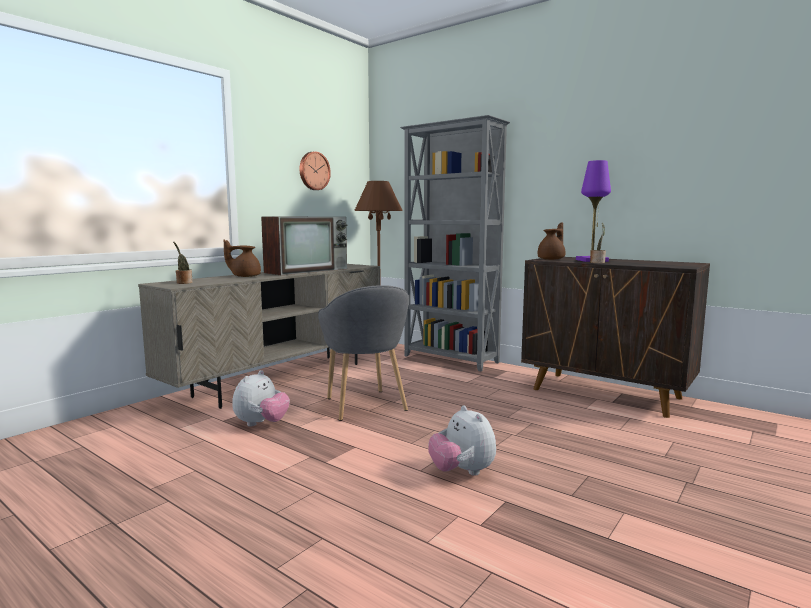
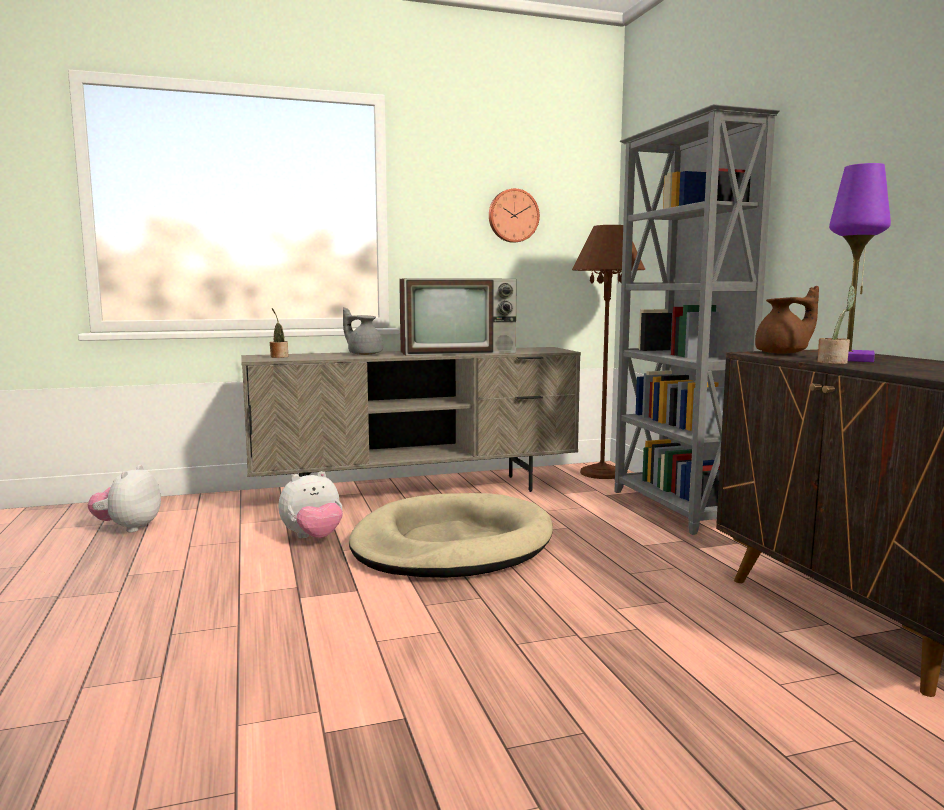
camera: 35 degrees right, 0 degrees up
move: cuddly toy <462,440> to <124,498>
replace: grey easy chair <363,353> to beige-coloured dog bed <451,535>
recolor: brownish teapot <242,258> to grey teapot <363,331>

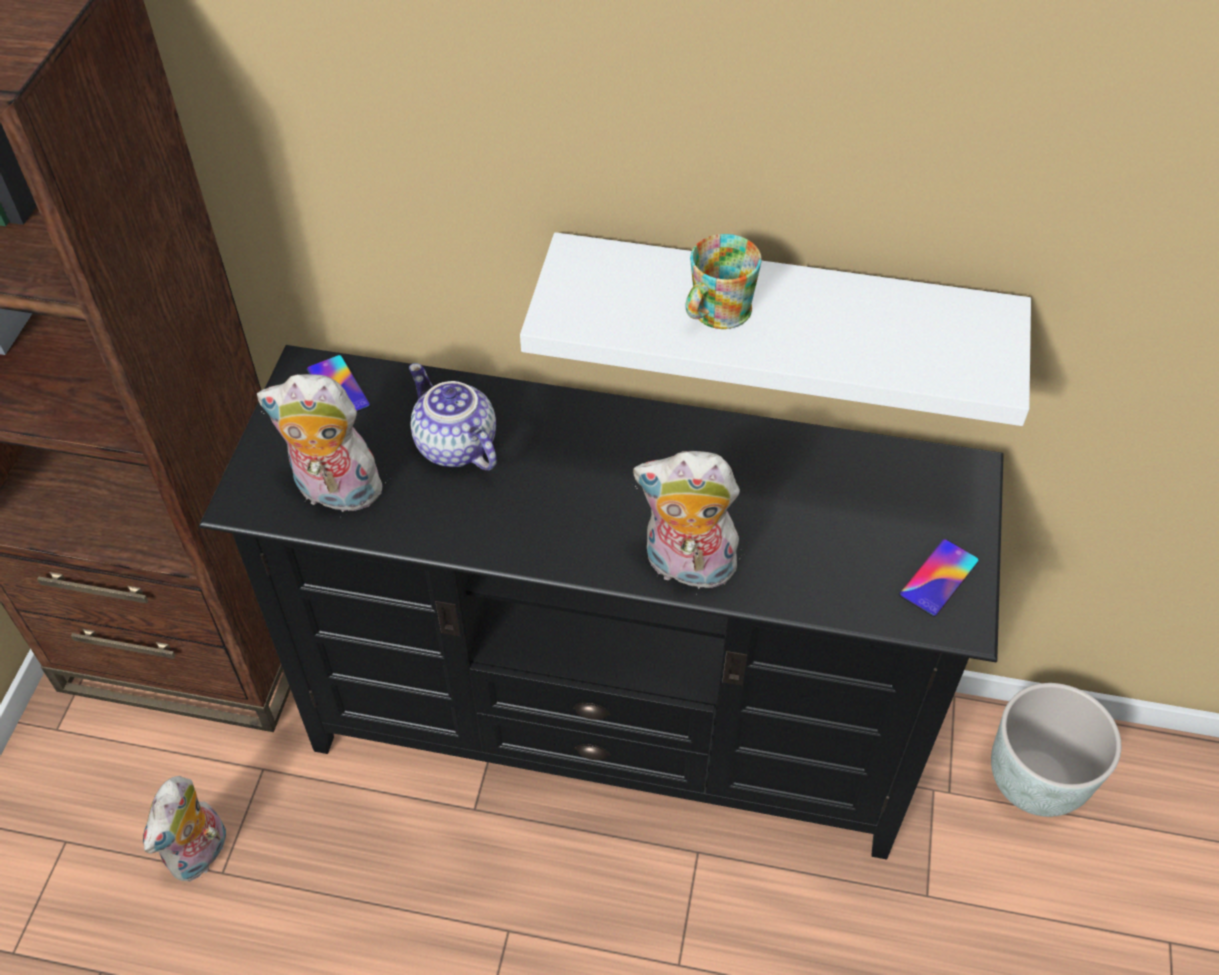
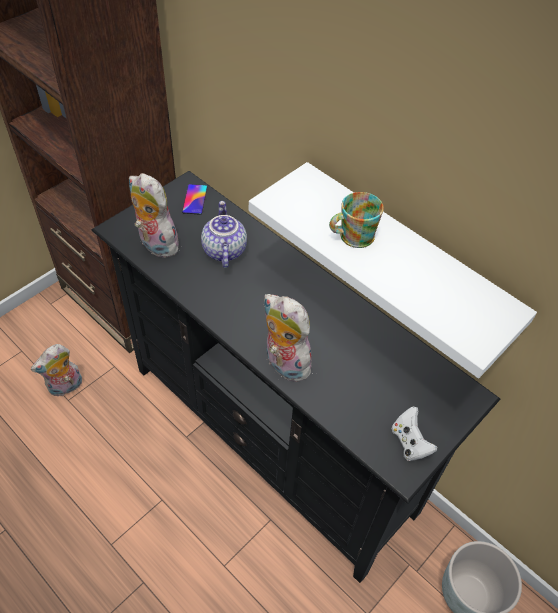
camera: 30 degrees right, 0 degrees up
replace: handset <939,578> to white-coloured gamepad <415,434>

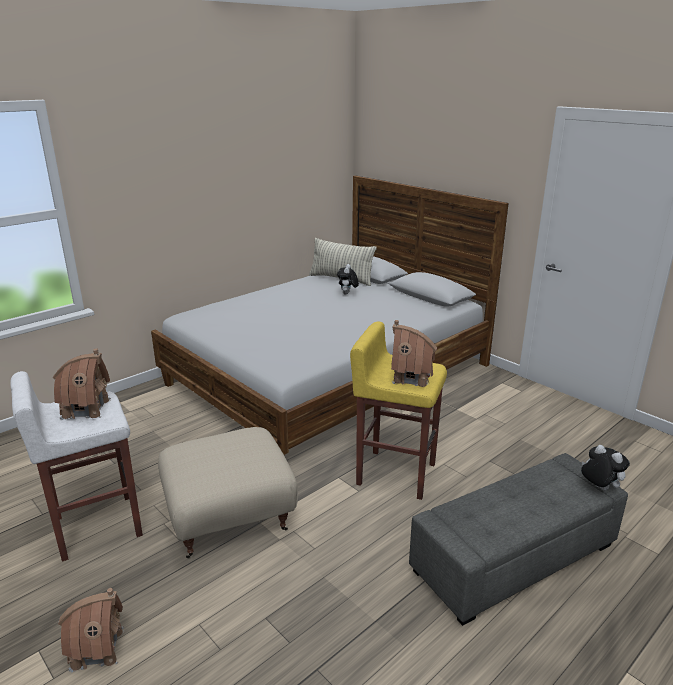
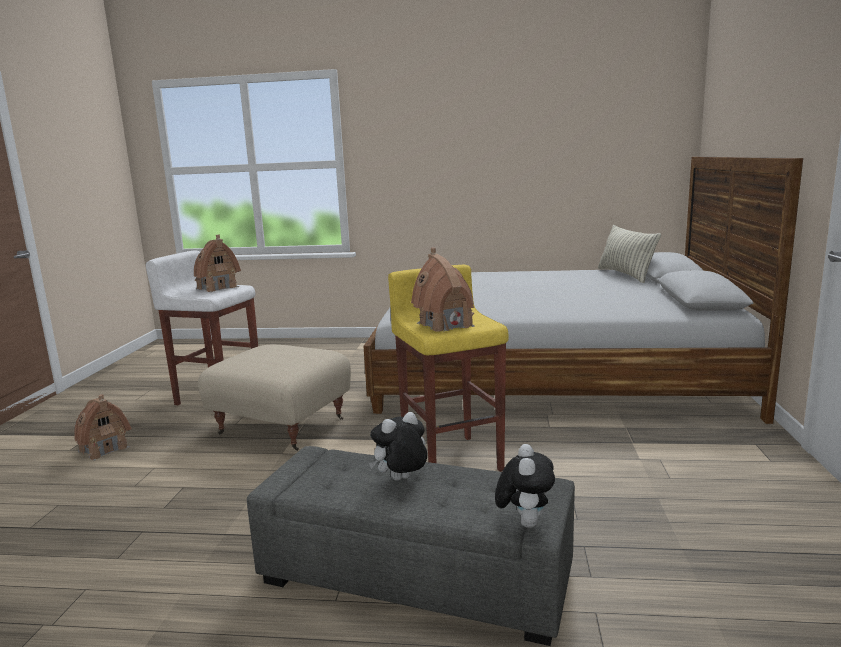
camera: 50 degrees right, 10 degrees down
move: cuddly toy <348,279> to <398,446>

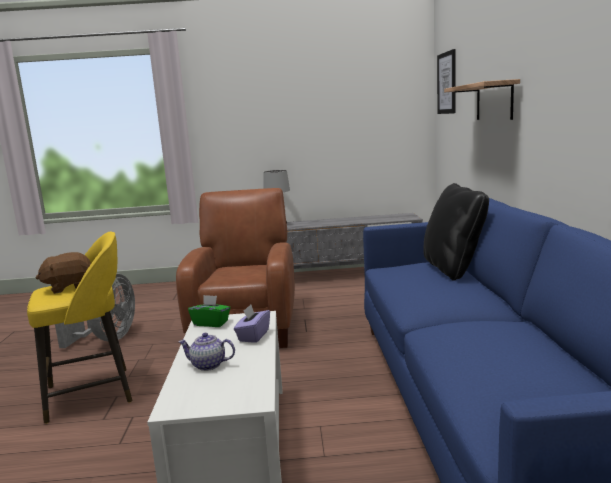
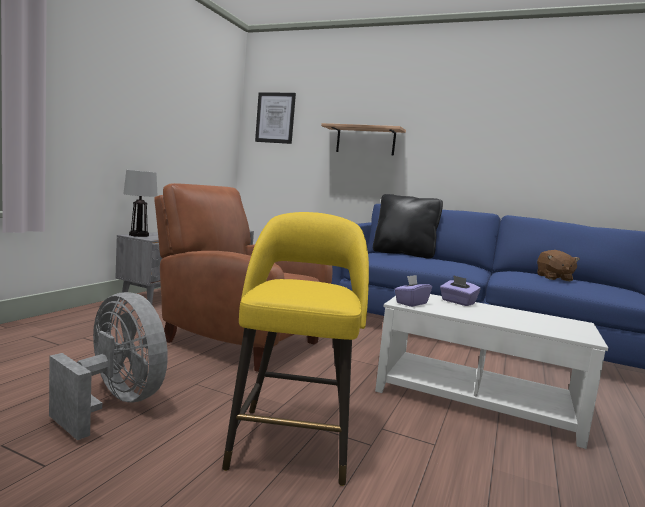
camera: 65 degrees left, 5 degrees down
delete: teapot <206,352>
move: brownish cuddly toy <63,273> to <558,266>
recolor: green-coloured box of tissues <209,311> to purple-coloured box of tissues <413,291>

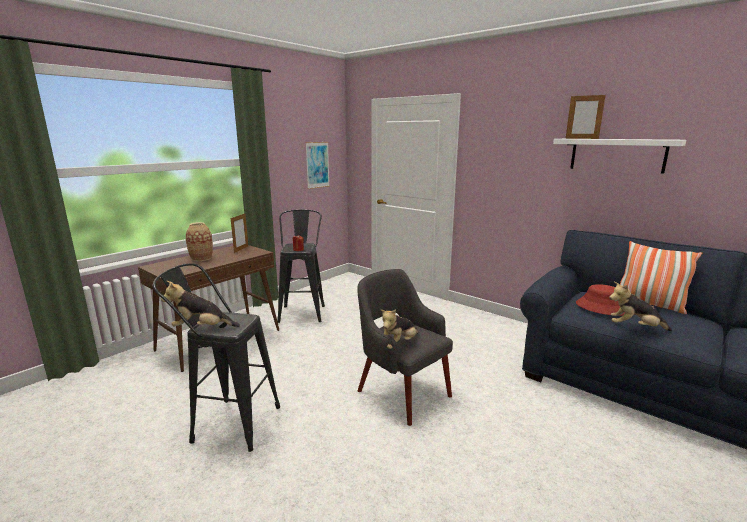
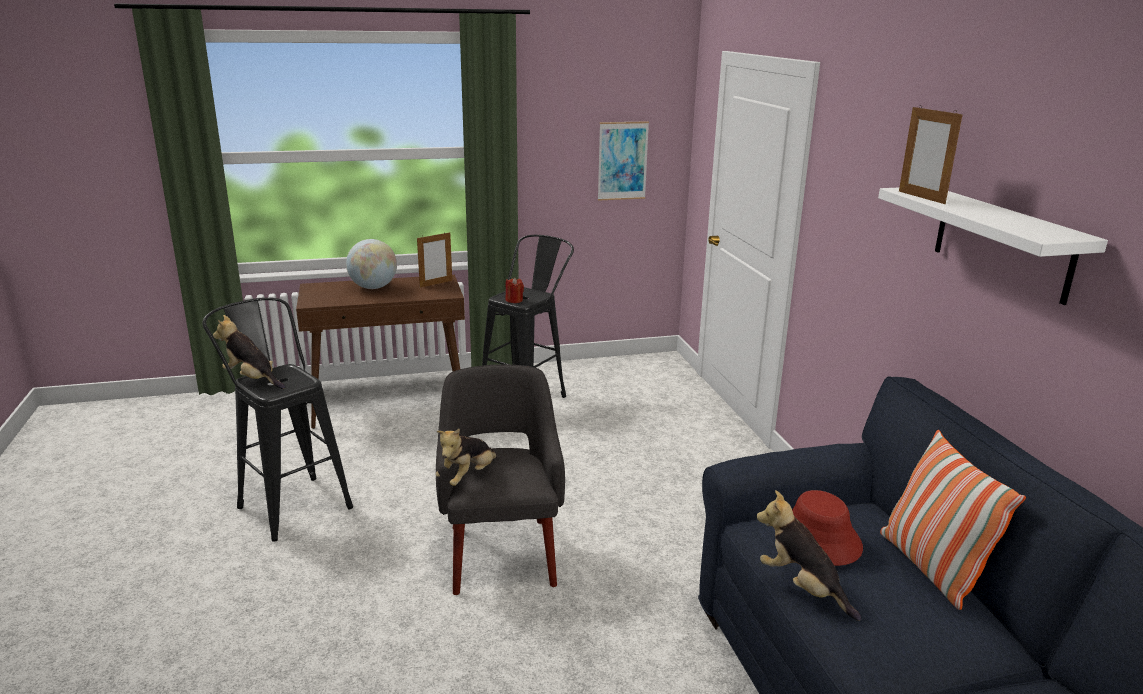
camera: 35 degrees right, 5 degrees up
replace: vase <199,241> to desk globe <371,264>
rotate: cuddly toy <399,329> = <466,457> 45 degrees counterclockwise

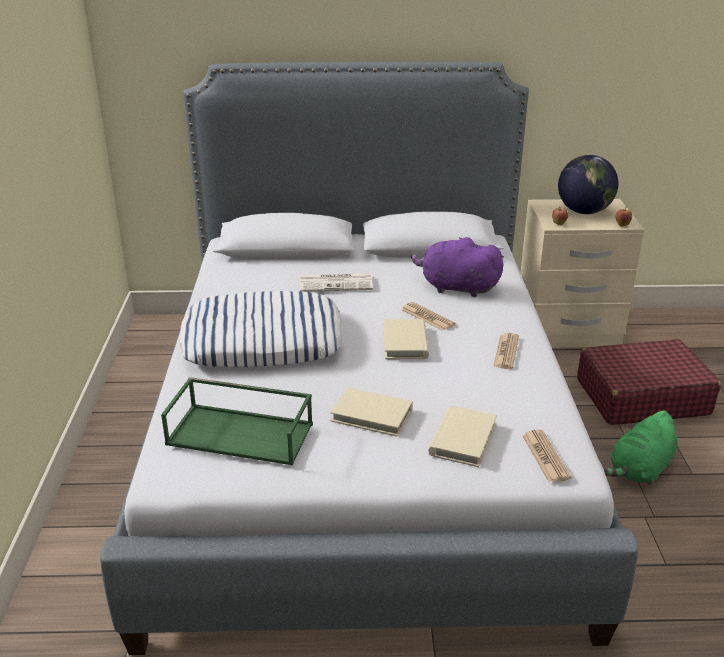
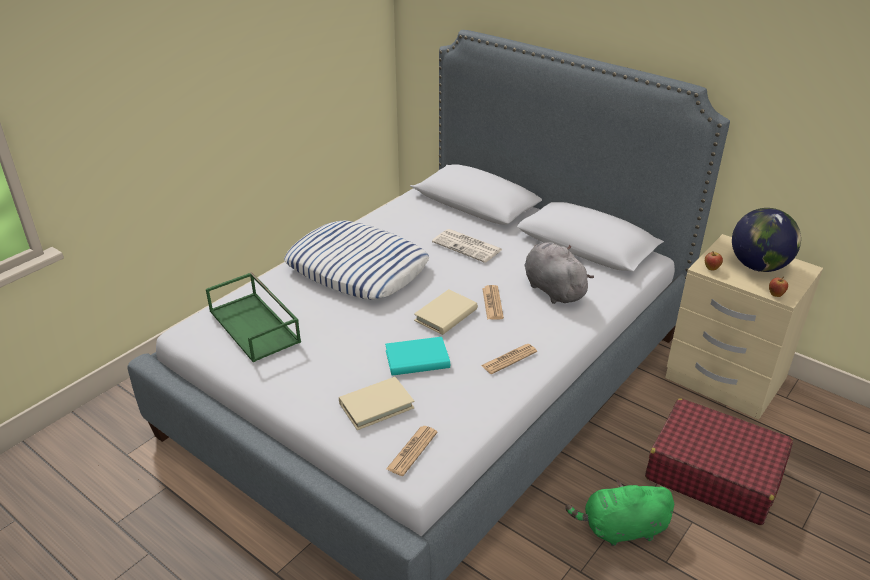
camera: 40 degrees right, 5 degrees up
delete: beige-coloured book <371,412>
insert: turquoise book <417,356>
recolor: purple-coloured cuddly toy <457,267> to grey cuddly toy <559,273>

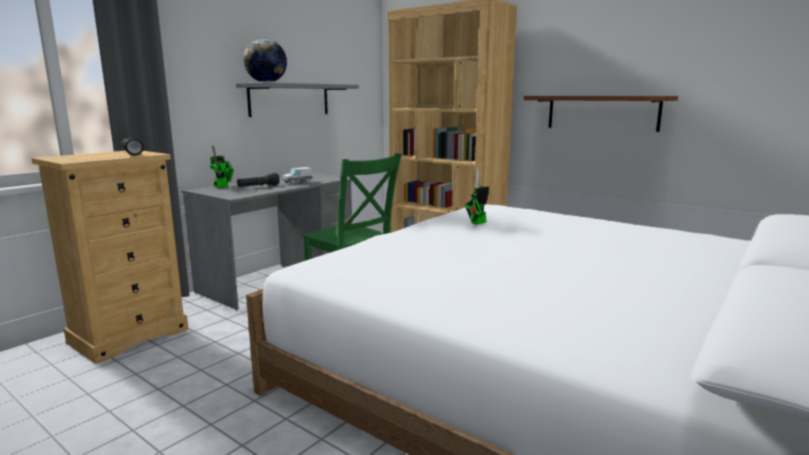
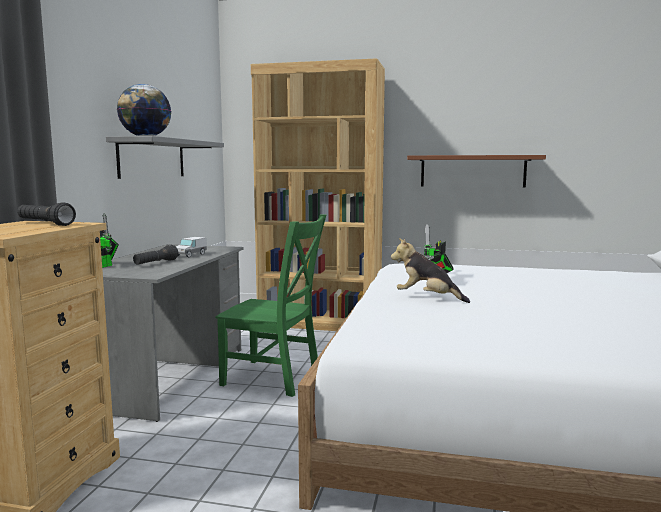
camera: 25 degrees left, 5 degrees down
insert: cuddly toy <430,270>

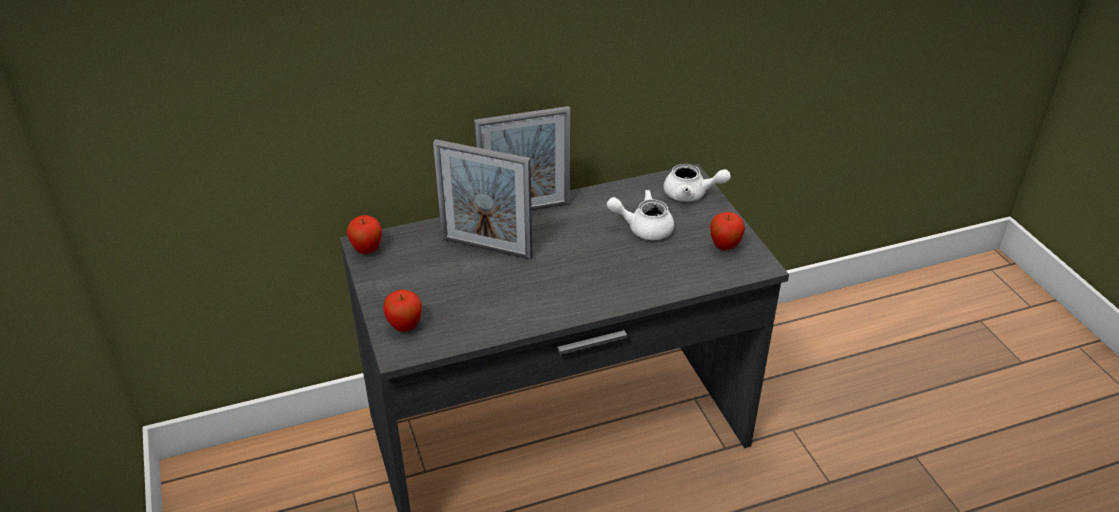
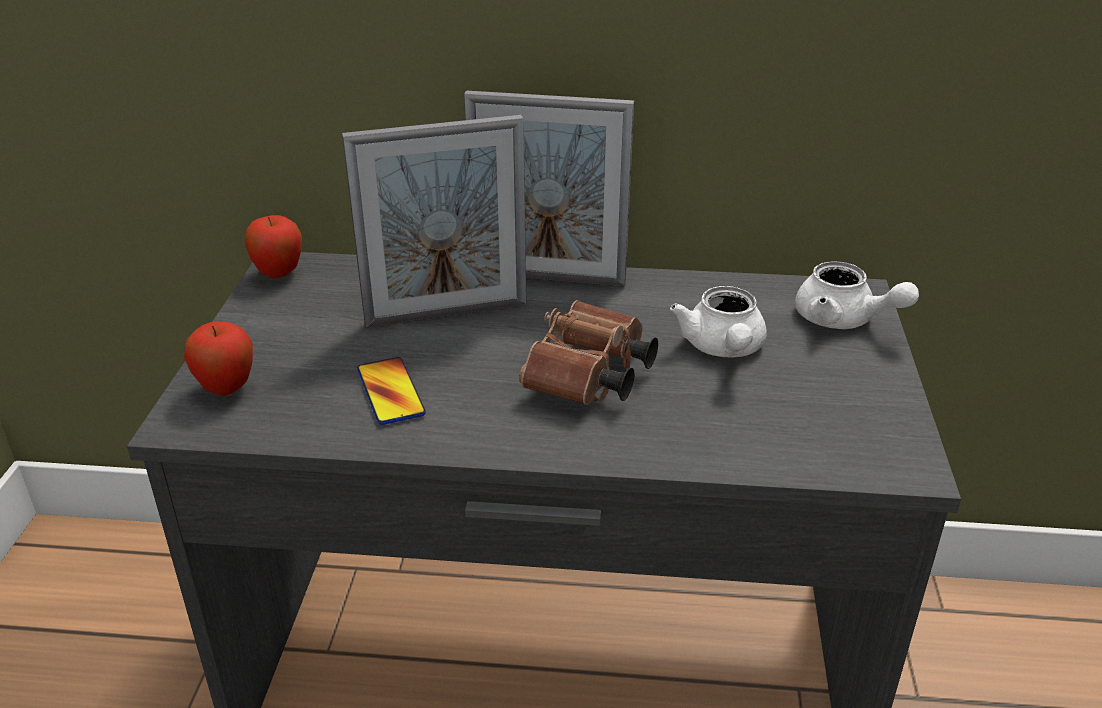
camera: 25 degrees right, 5 degrees down
delete: apple <727,231>
insert: handset <391,391>; brownish binoculars <588,352>
rotate: standing frame <483,199> = <434,221> 60 degrees counterclockwise; white-coloured teapot <640,215> = <718,322> 120 degrees counterclockwise

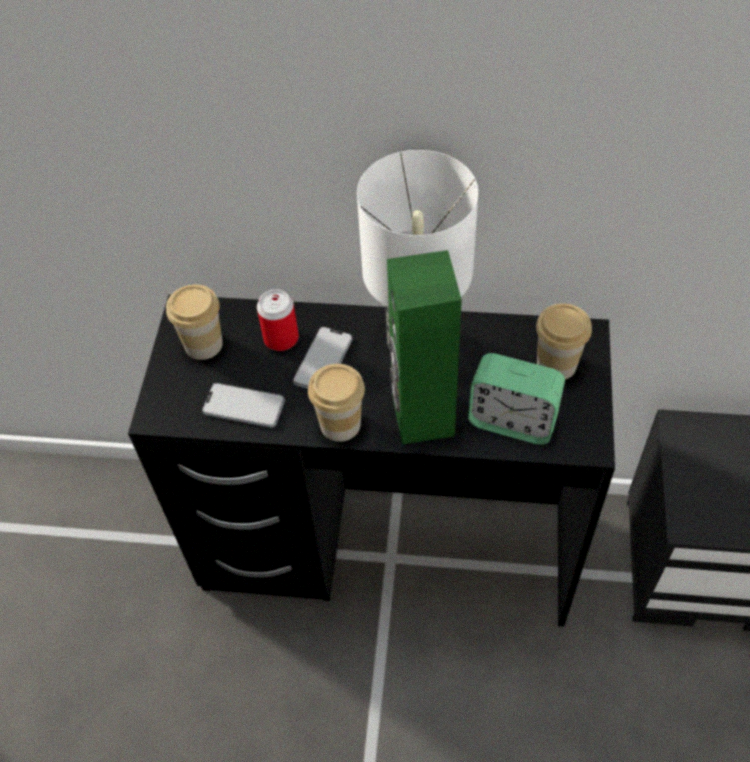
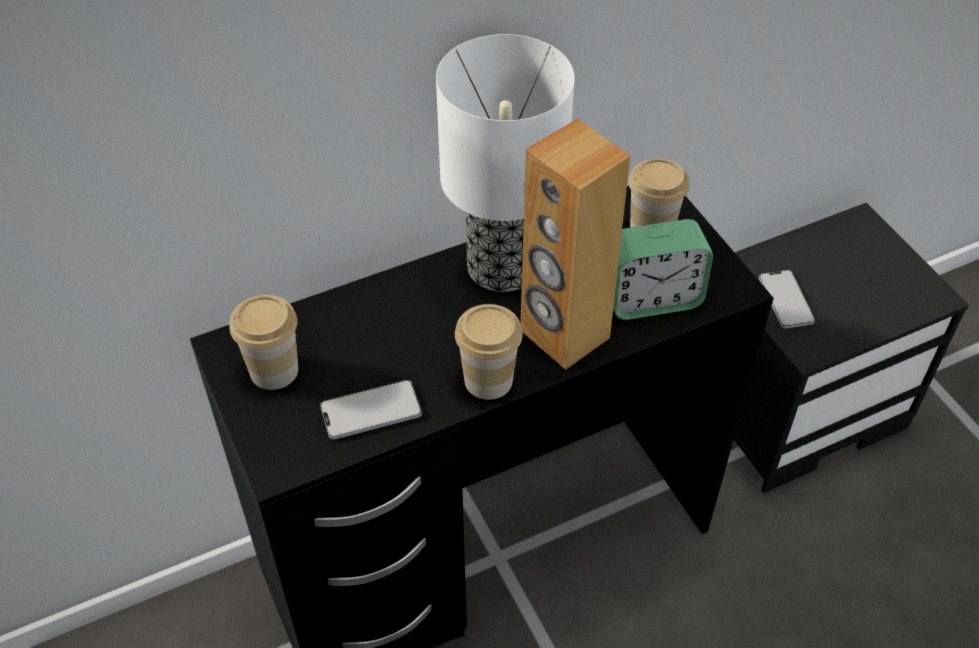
camera: 35 degrees left, 5 degrees down
delete: can <278,320>
move: handset <322,358> to <787,299>
recolor: green-coloured speaker <424,347> to brownish speaker <575,244>

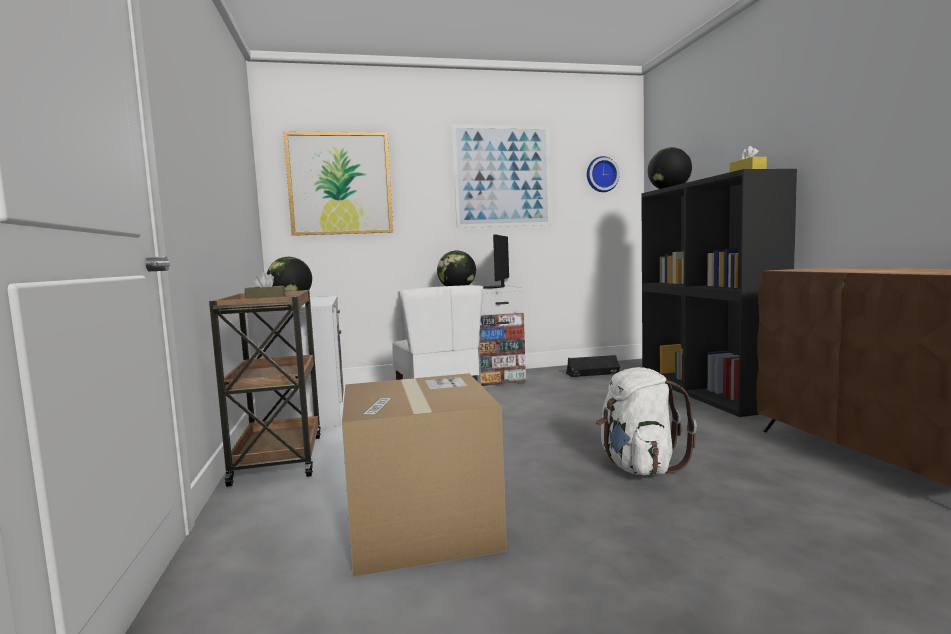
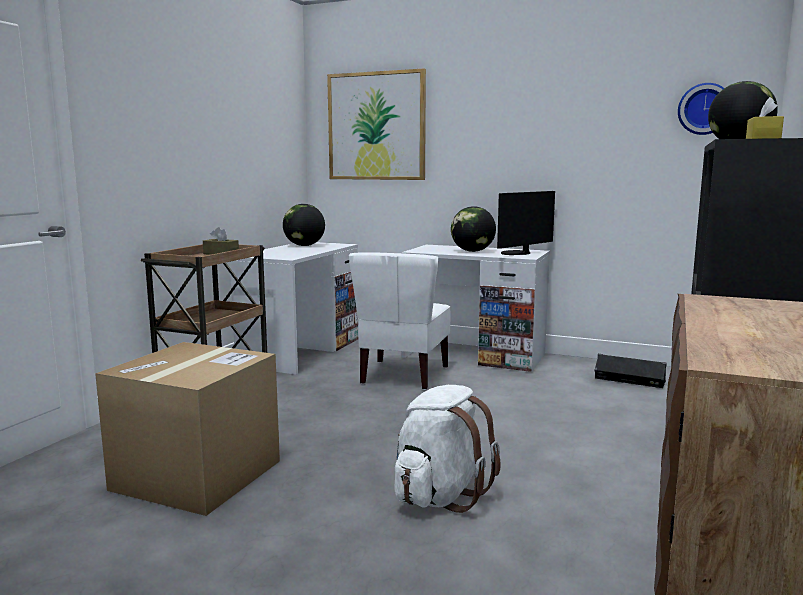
camera: 35 degrees right, 5 degrees up
delete: wall picture <501,176>

